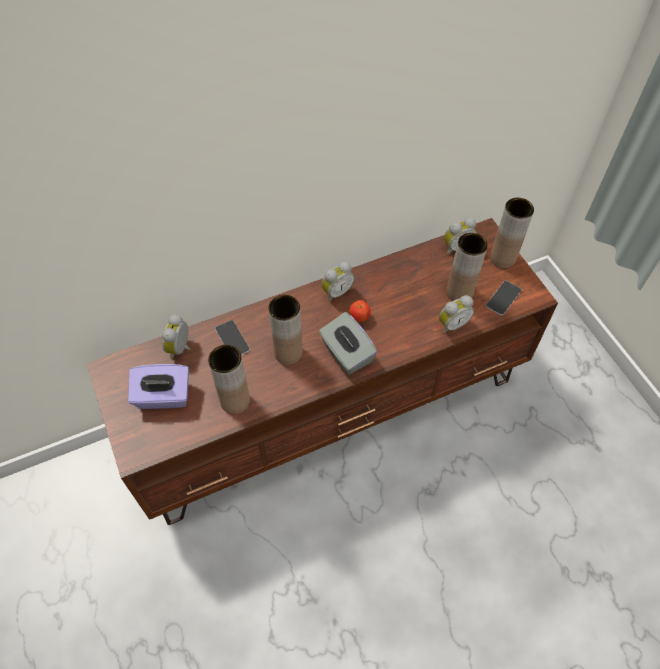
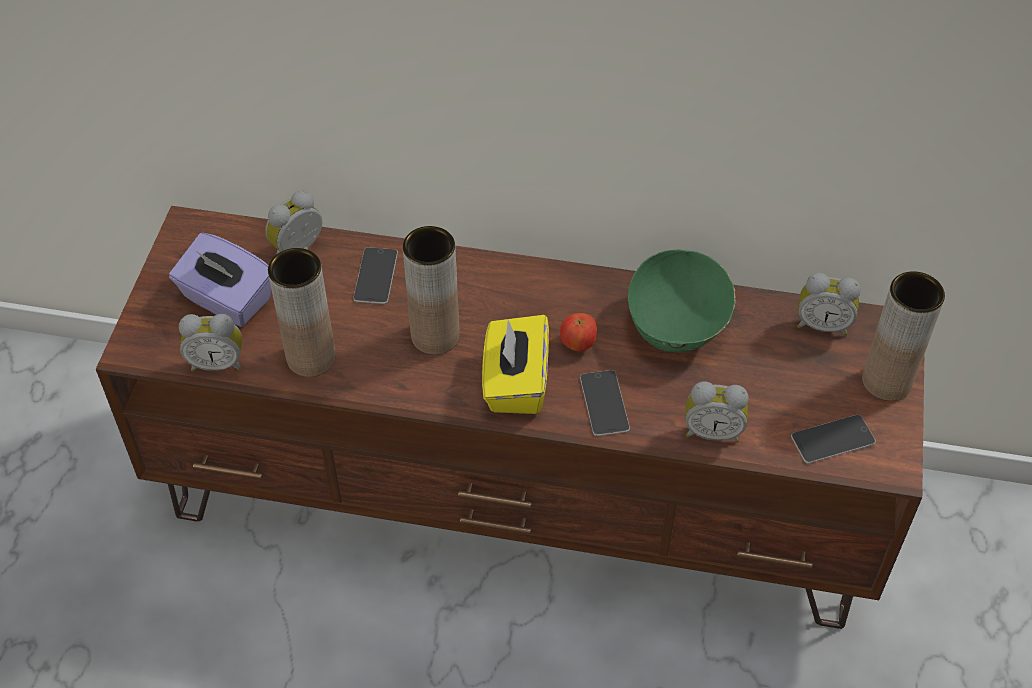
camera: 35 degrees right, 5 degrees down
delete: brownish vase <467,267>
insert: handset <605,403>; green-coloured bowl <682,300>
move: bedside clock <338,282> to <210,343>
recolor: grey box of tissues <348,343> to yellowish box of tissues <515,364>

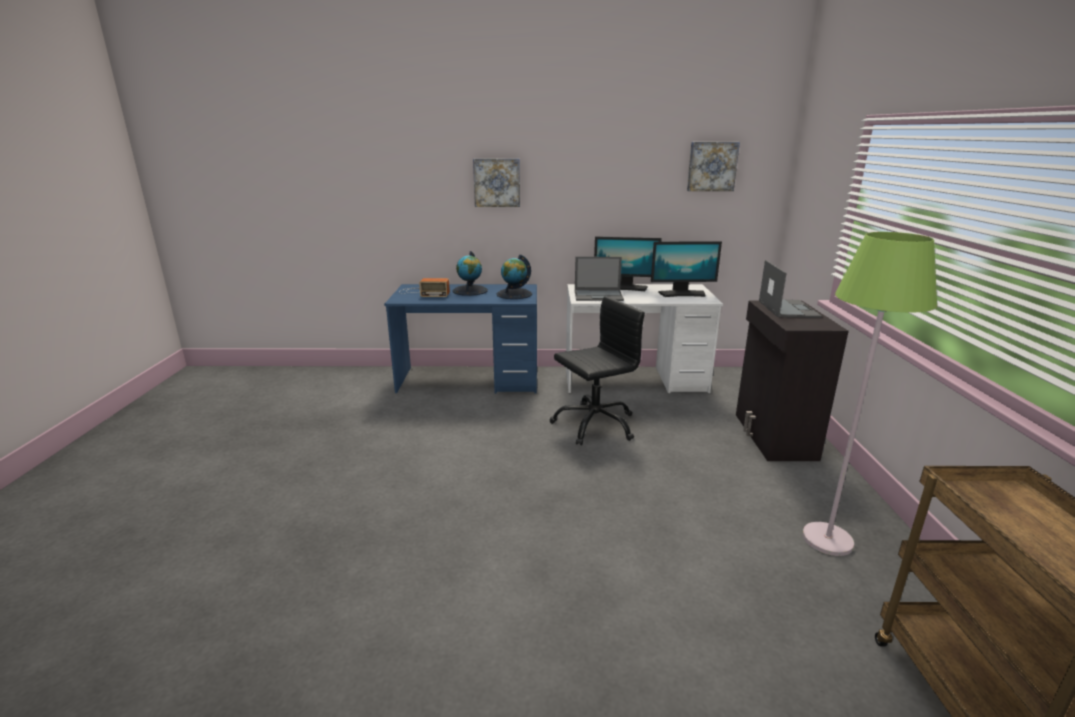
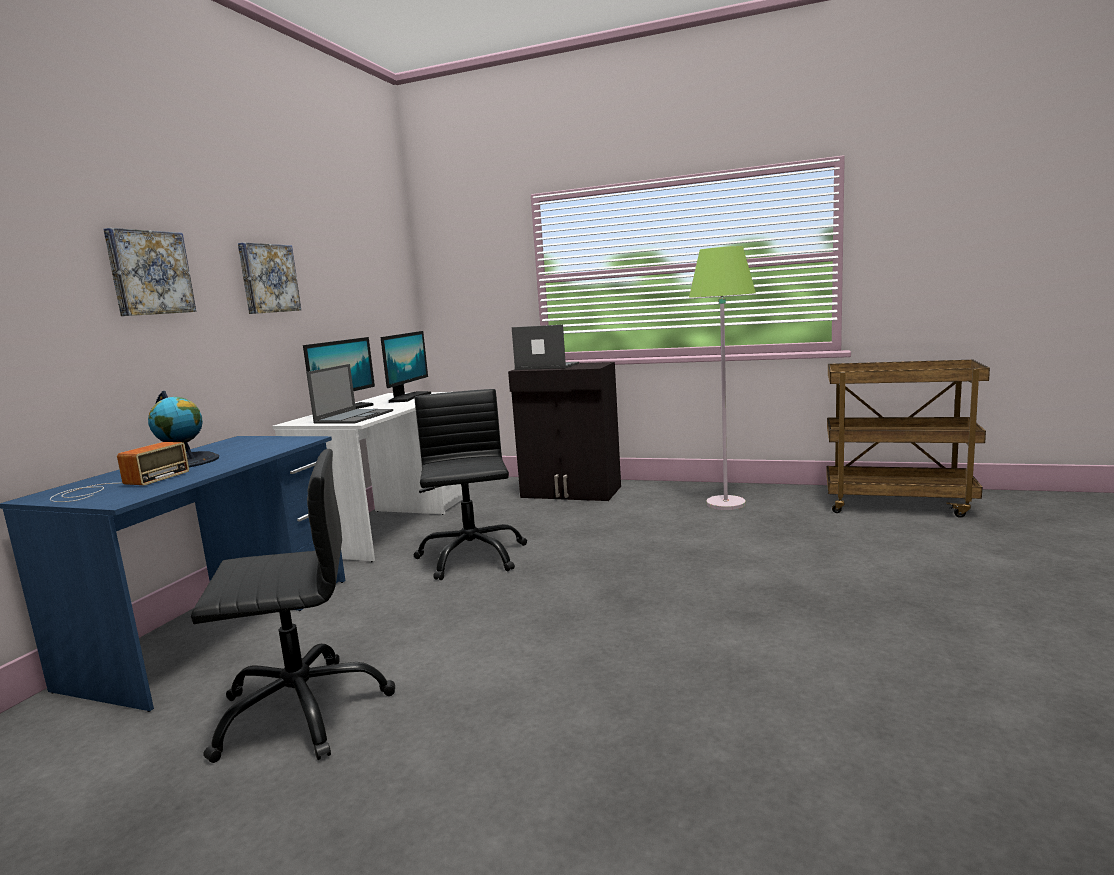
camera: 70 degrees left, 10 degrees down
delete: desk globe <514,277>
insert: blackish computer chair <293,606>
move: wall picture <713,166> to <269,278>

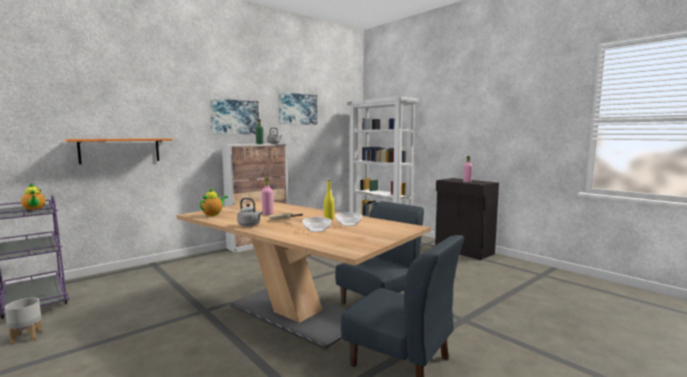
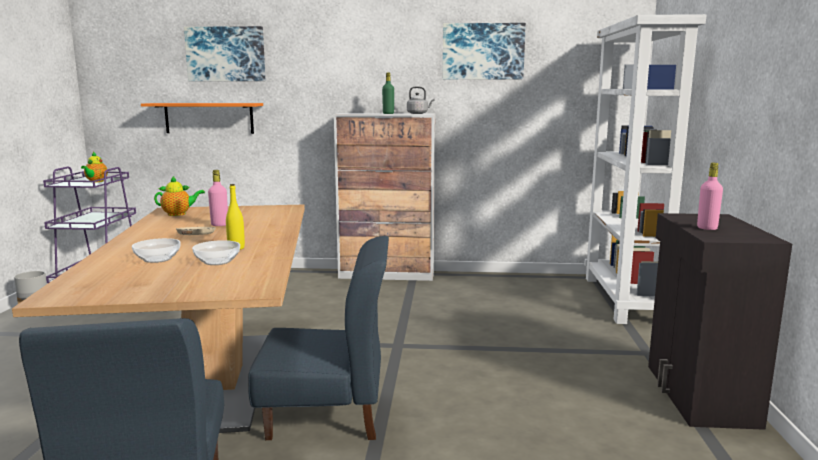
camera: 45 degrees right, 5 degrees up
delete: grey tea kettle <250,212>
move: wall picture <234,116> to <225,53>

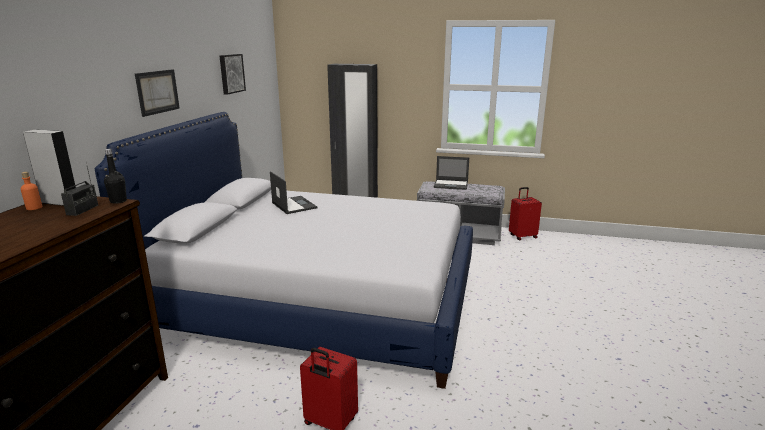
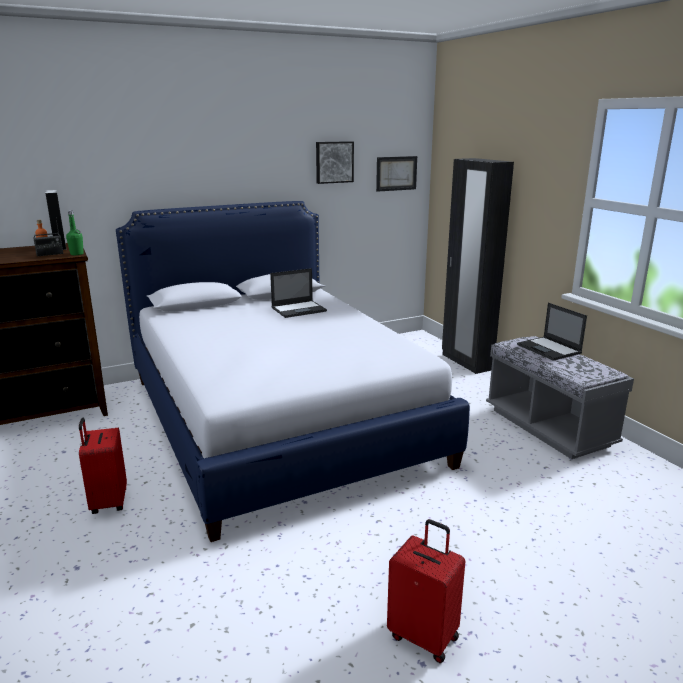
camera: 50 degrees right, 0 degrees up
move: wall picture <157,93> to <396,174>; red-coloured piece of luggage <525,214> to <426,591>
recolor: blackish bottle <115,176> to green-coloured bottle <75,232>
rotate: notebook computer <293,192> = <298,293> 45 degrees clockwise

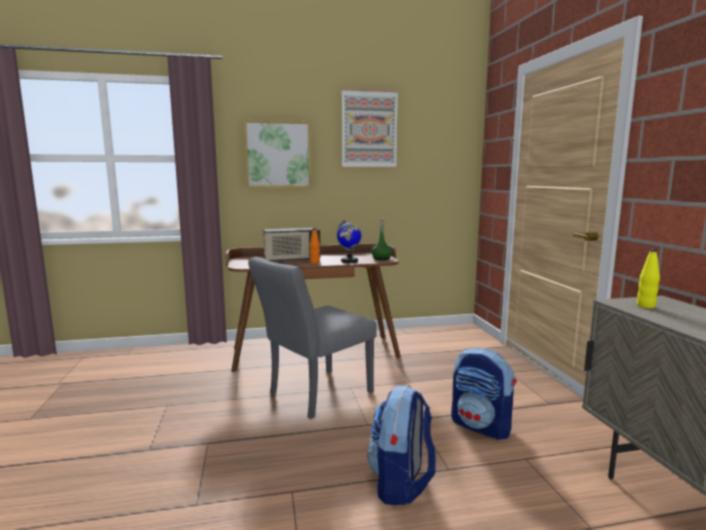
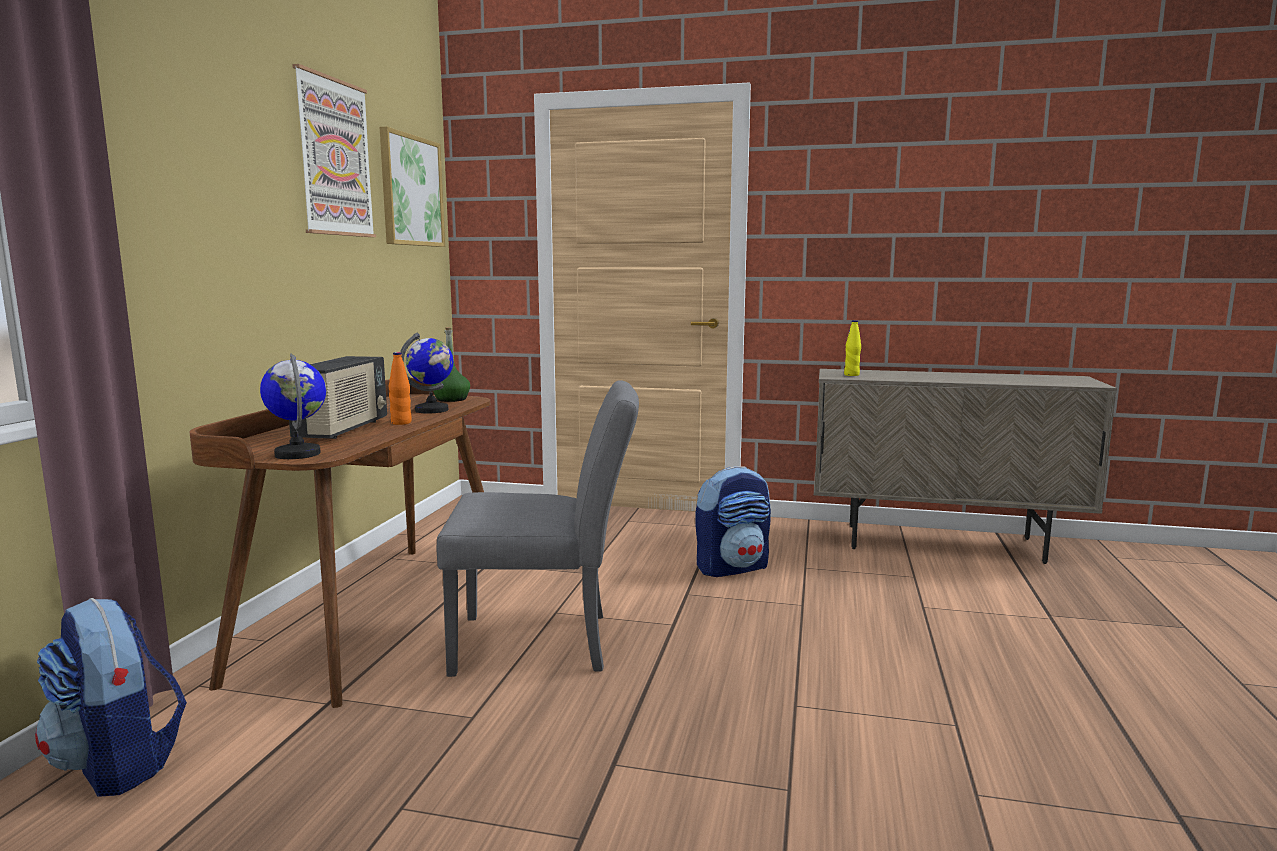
camera: 65 degrees left, 0 degrees up
insert: desk globe <293,406>
move: knapsack <401,445> to <111,697>; wall picture <277,154> to <412,187>
rotate: grey plain chair <312,338> = <538,528> 75 degrees counterclockwise

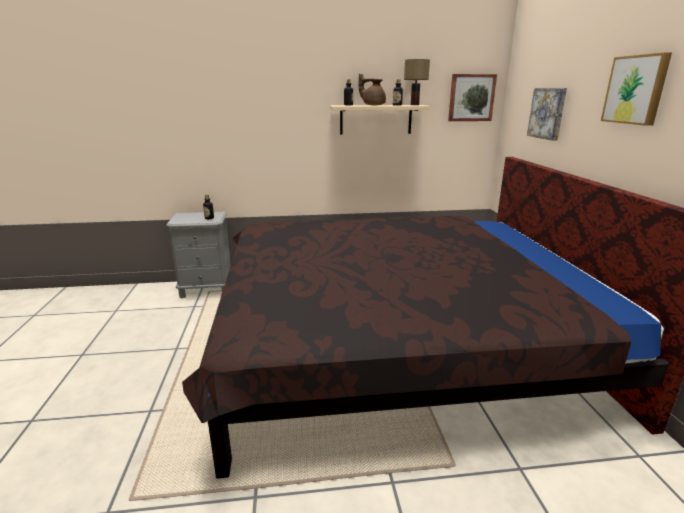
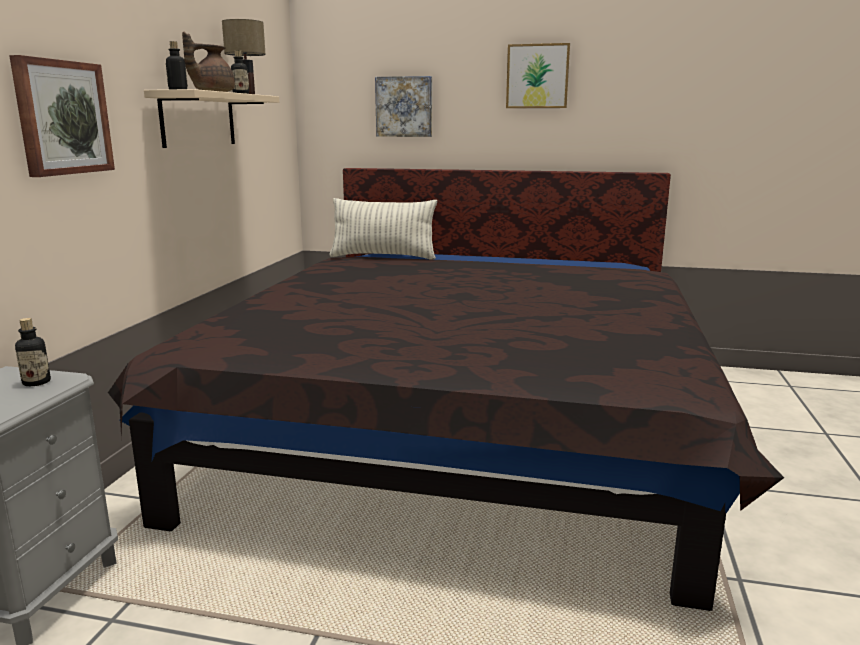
camera: 70 degrees left, 5 degrees down
insert: throw pillow <383,229>
move: wall picture <472,97> to <62,116>

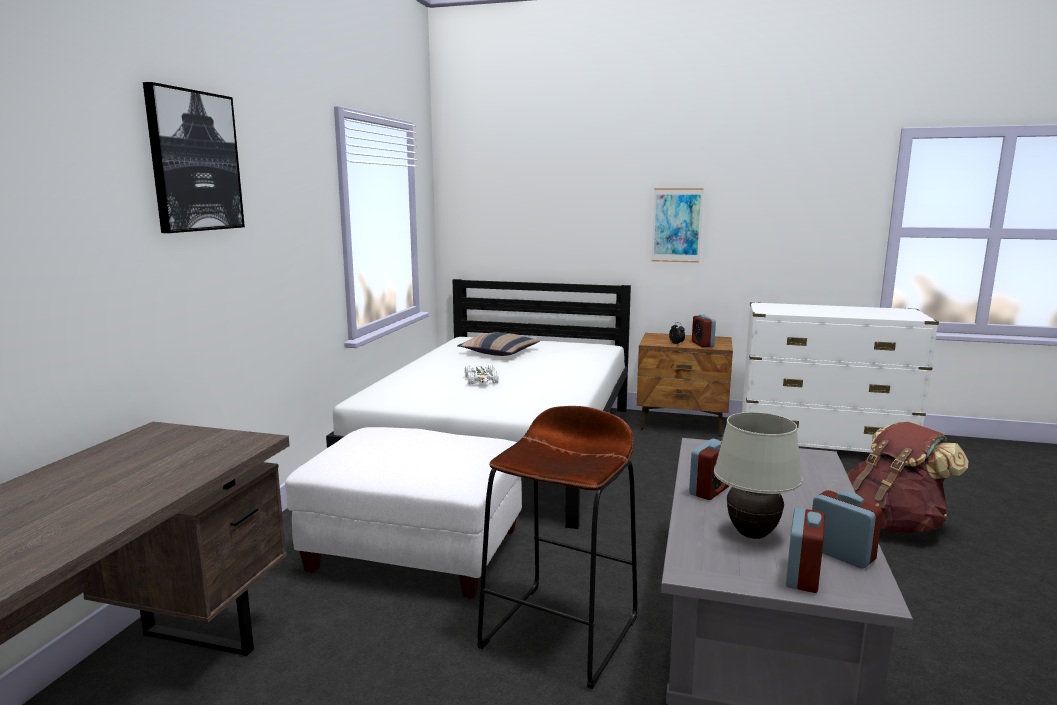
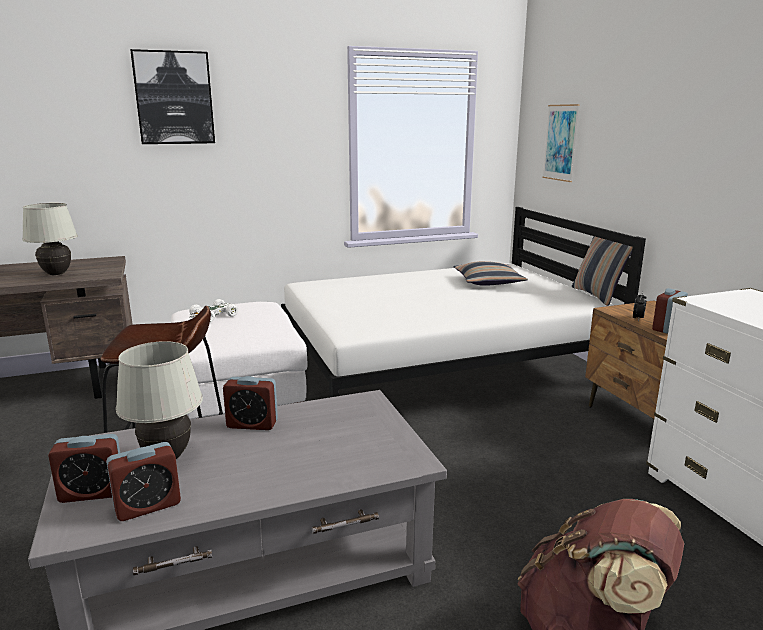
camera: 55 degrees right, 5 degrees up
insert: white-coloured table lamp <50,239>; throw pillow <602,271>
move: white-coloured miniature car <482,374> to <213,310>; wall picture <677,225> to <561,143>
rotate: bedside clock <847,529> = <143,481> 45 degrees clockwise

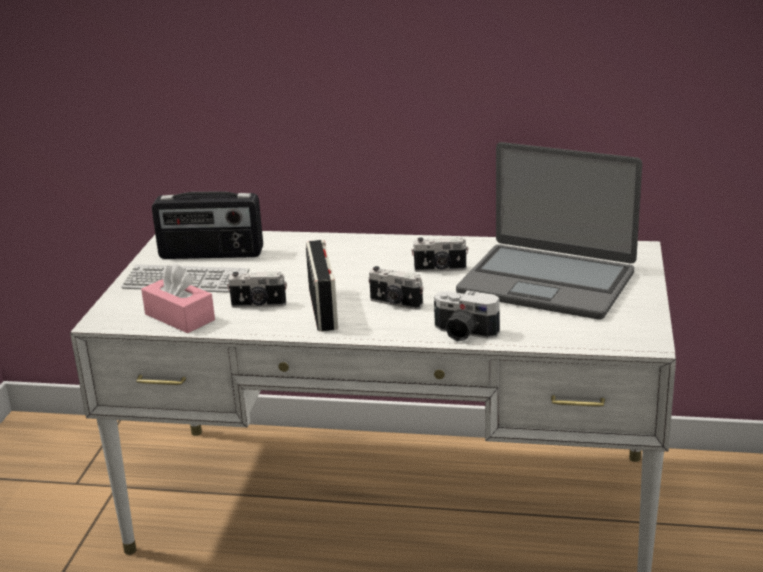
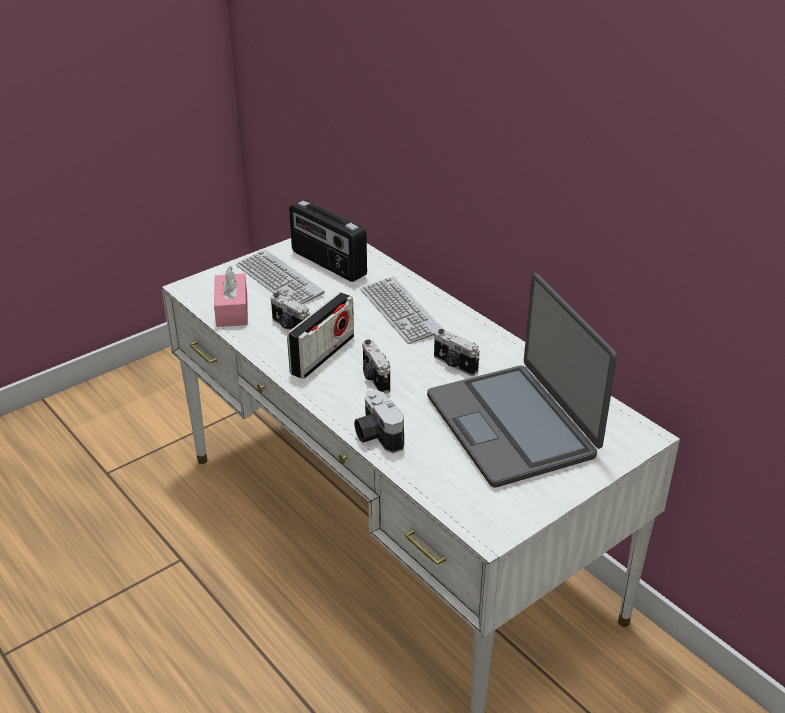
camera: 40 degrees right, 10 degrees up
insert: computer keyboard <402,310>

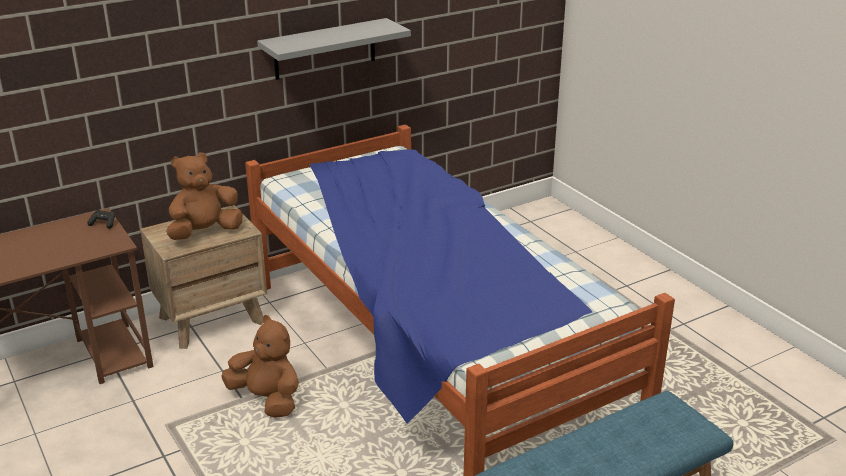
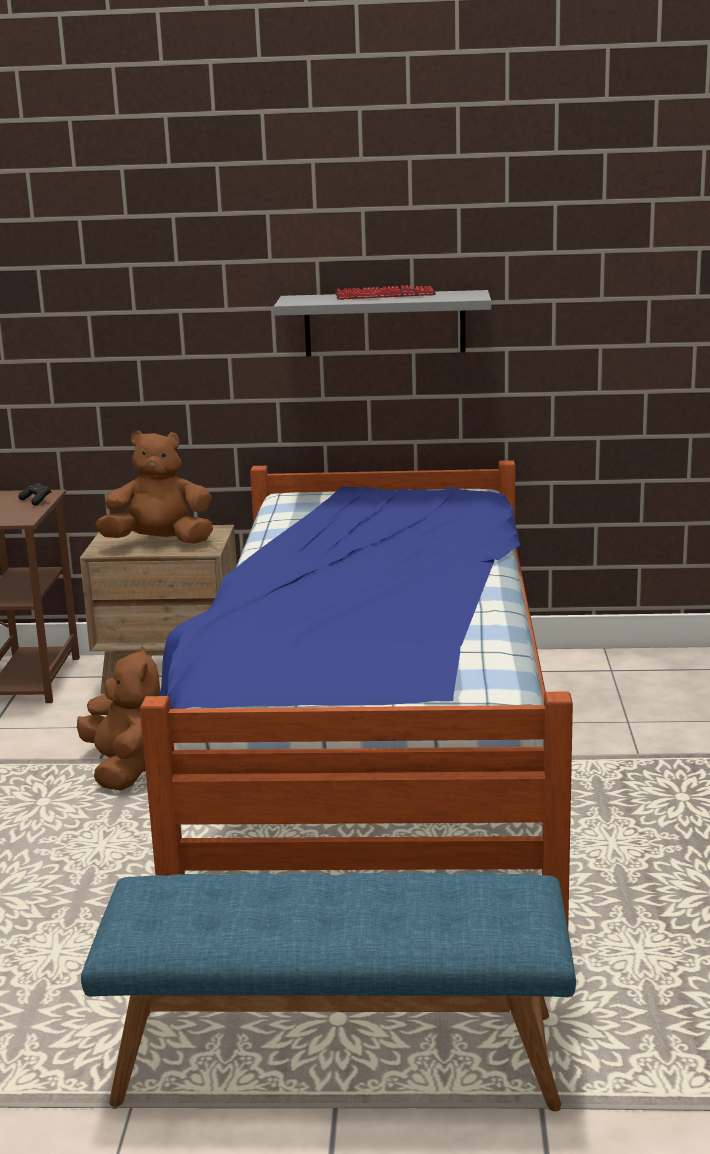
camera: 35 degrees right, 10 degrees down
insert: computer keyboard <385,292>

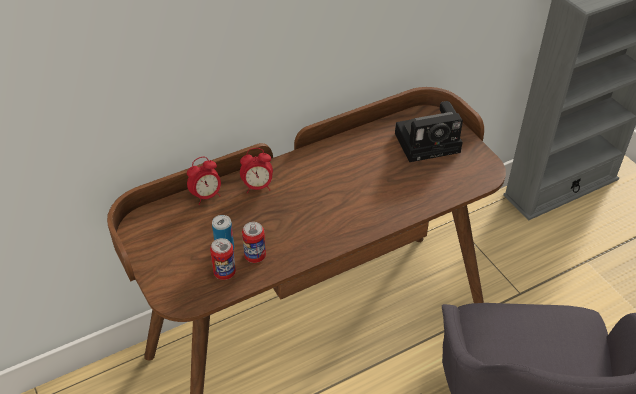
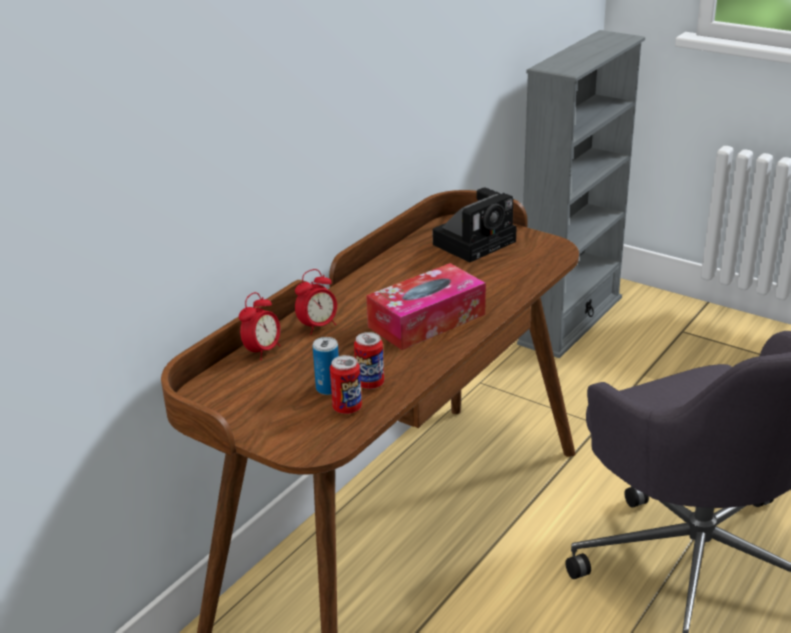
camera: 25 degrees left, 15 degrees down
insert: box of tissues <426,306>

